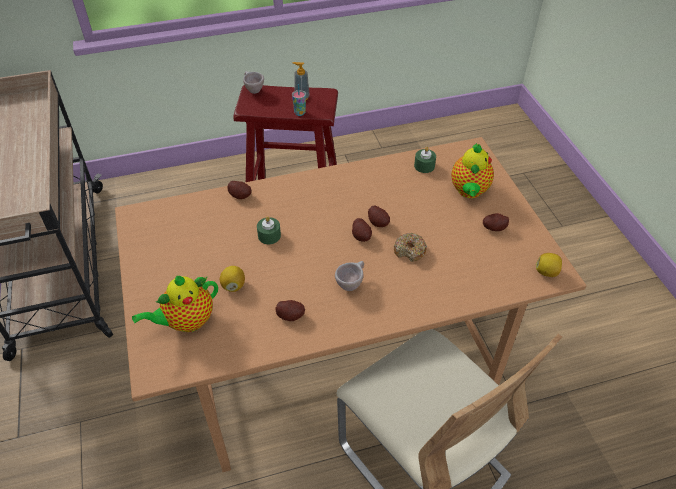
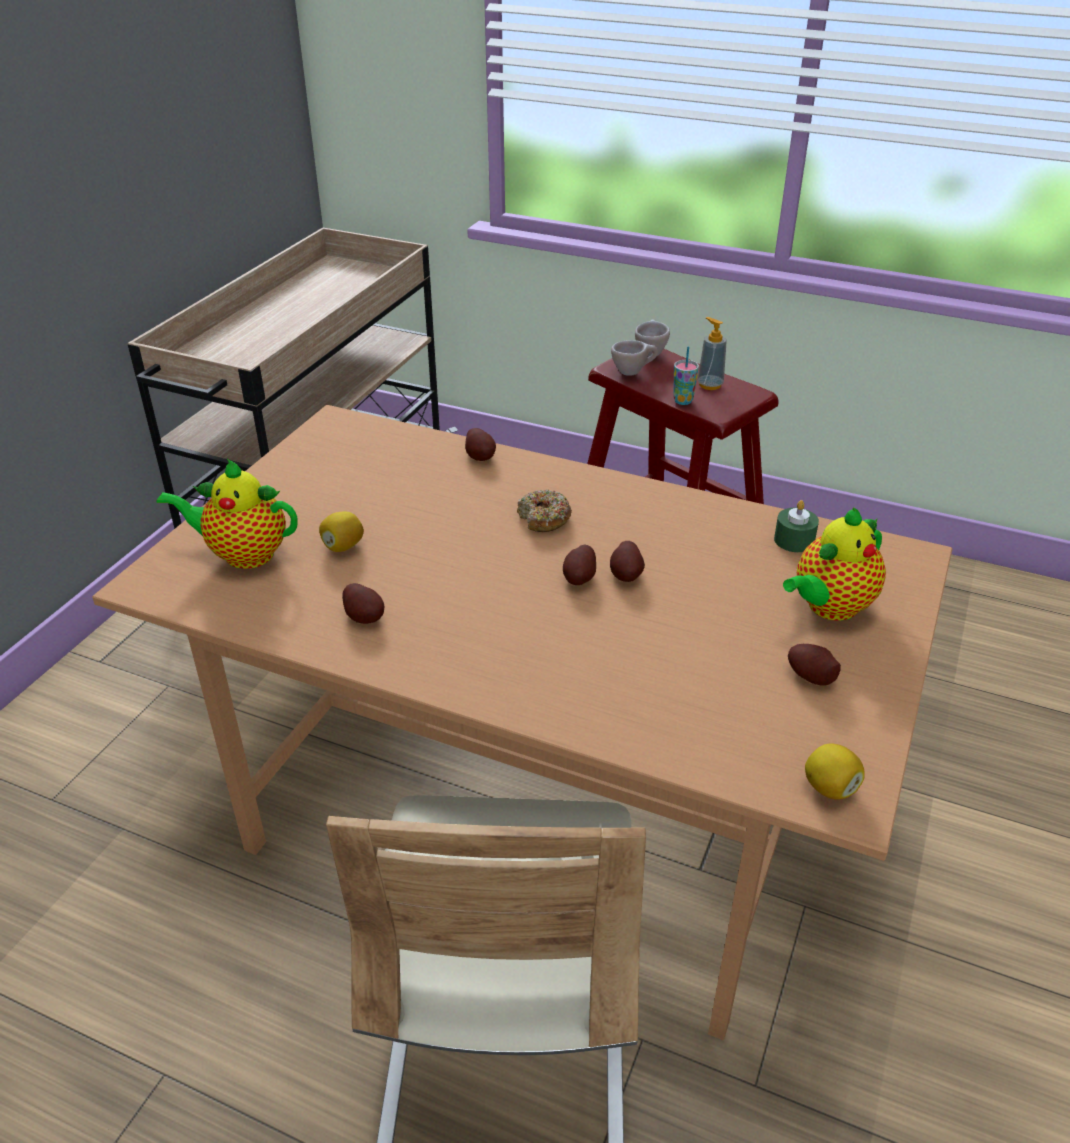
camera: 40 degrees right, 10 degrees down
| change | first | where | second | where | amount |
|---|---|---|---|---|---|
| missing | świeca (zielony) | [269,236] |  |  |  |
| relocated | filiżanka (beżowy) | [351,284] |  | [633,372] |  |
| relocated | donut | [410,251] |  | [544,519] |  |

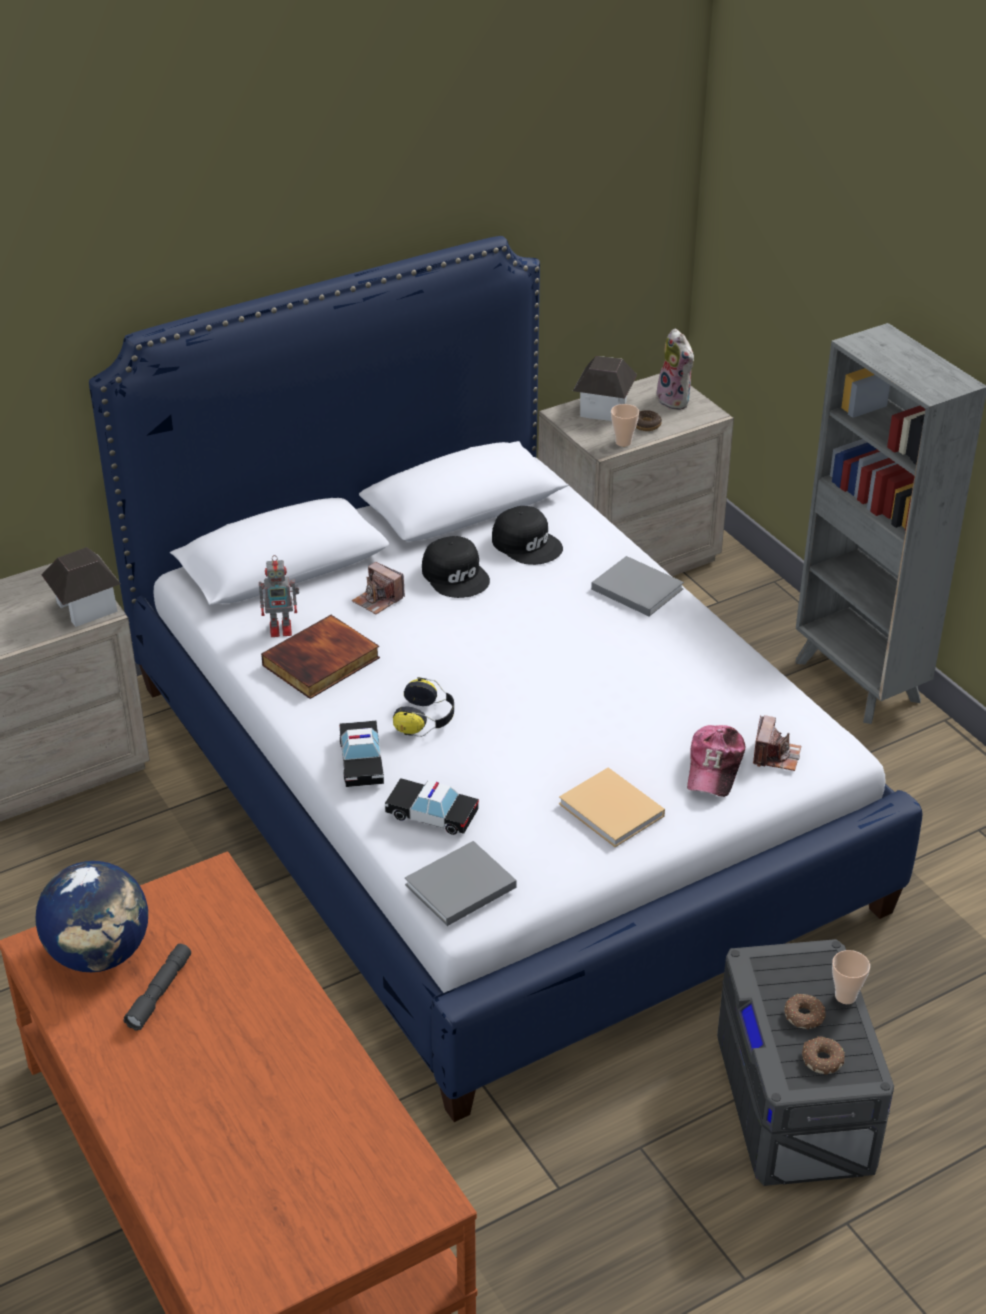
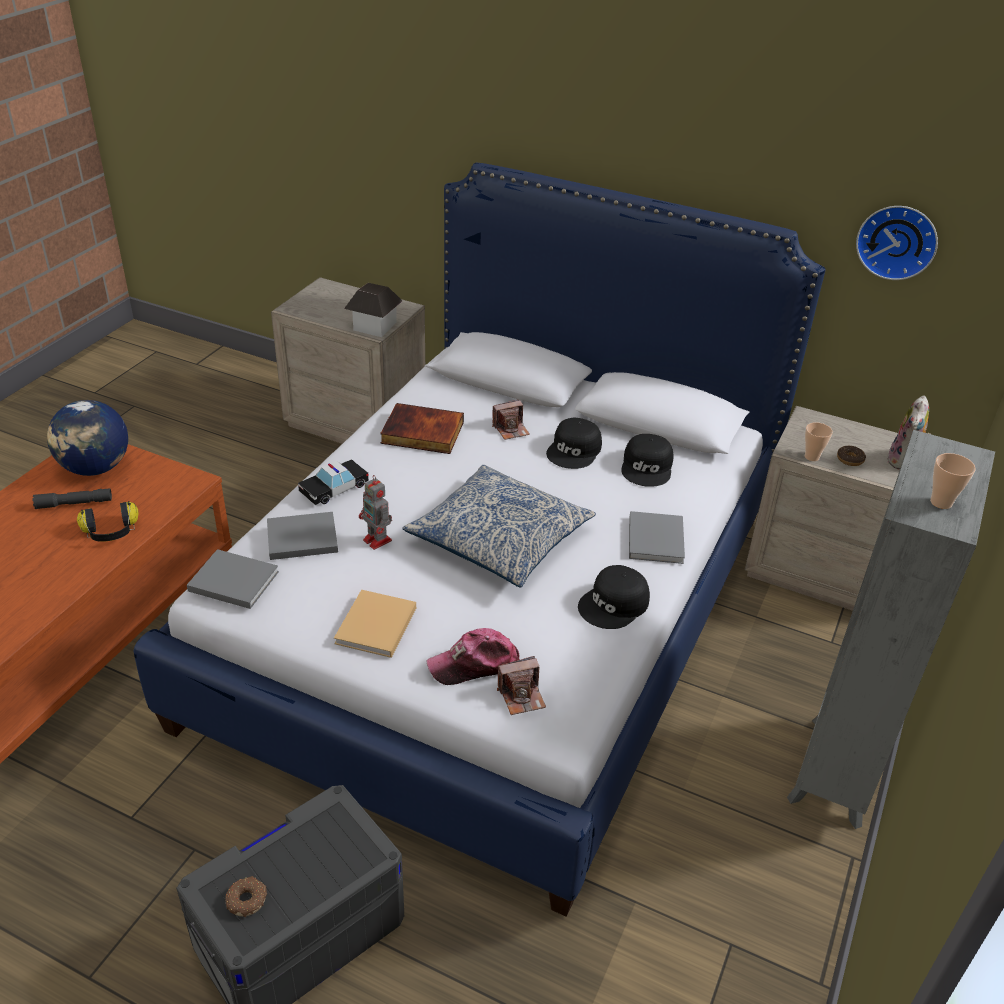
camera: 55 degrees right, 0 degrees up
| change | first | where | second | where | amount |
|---|---|---|---|---|---|
| missing | domek | [603,408] |  |  |  |
| missing | donut | [804,1017] |  |  |  |
| appeared |  |  | poduszka | [499,538] |  |
| appeared |  |  | czapka z daszkiem (czarny) | [614,604] |  |
| appeared |  |  | zegar ścienny | [897,241] |  |
| relocated | robot zabawkowy | [282,628] |  | [378,541] |  |
| relocated | słuchawki | [426,719] |  | [111,532] |  |
| relocated | filiżanka | [845,996] |  | [941,502] |  |
| exchanged | samochodzik | [432,814] | książka (szary) | [300,538] |  |
| spun | aparat fotograficzny | [378,600] |  | [511,429] | 120 degrees counterclockwise |

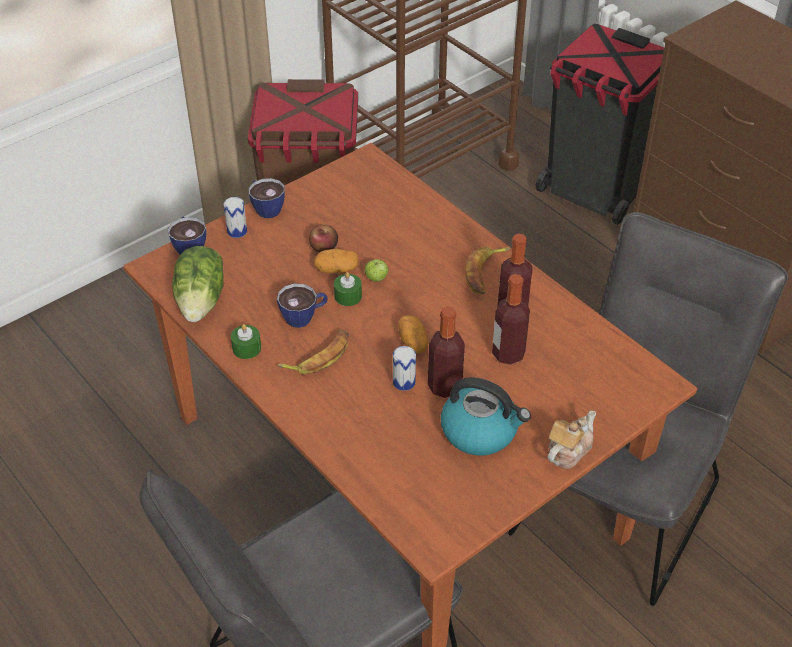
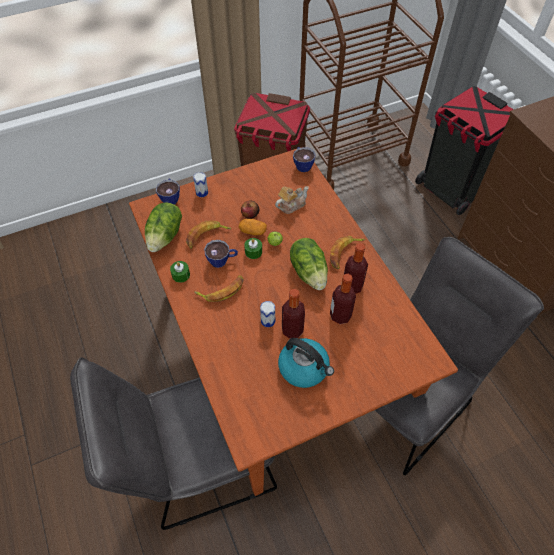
camera: 15 degrees right, 10 degrees up
| change | first | where | second | where | amount |
|---|---|---|---|---|---|
| missing | ziemniak | [413,342] |  |  |  |
| appeared |  |  | banan | [206,236] |  |
| appeared |  |  | sałata | [309,272] |  |
| relocated | filiżanka | [265,207] |  | [302,165] |  |
| relocated | imbryk | [568,450] |  | [291,205] |  |

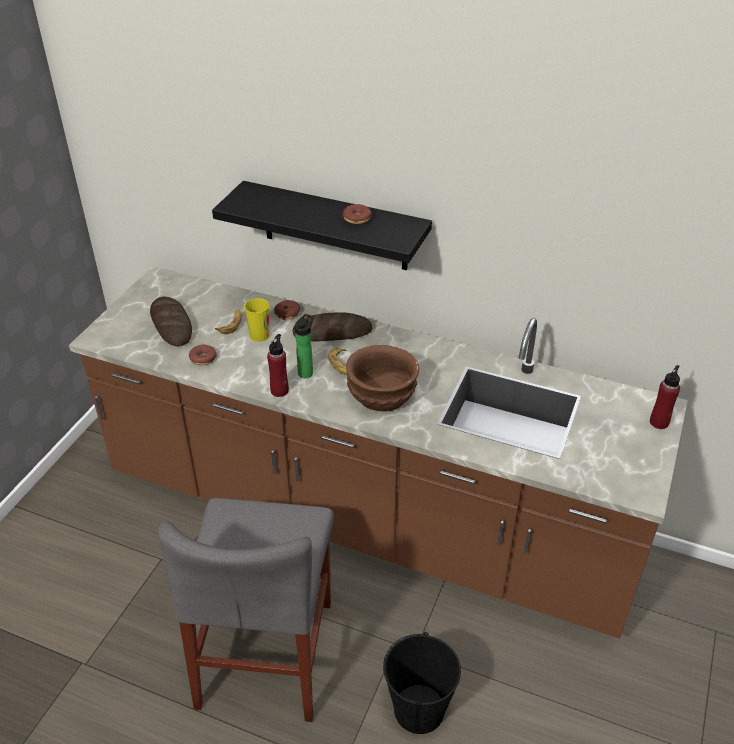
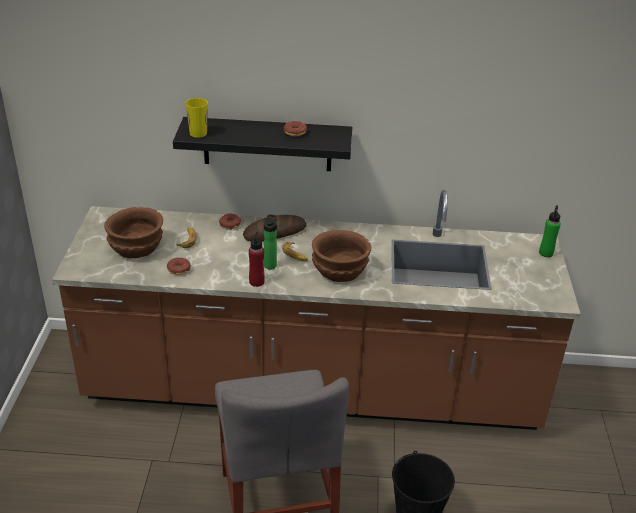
camera: 20 degrees left, 5 degrees down
| change | first | where | second | where | amount |
|---|---|---|---|---|---|
| relocated | filiżanka | [259,335] |  | [198,133] |  |
| exchanged | chleb | [171,325] | miska (brązowy) | [136,248] |  |
| colour | butelka (czerwony) | [659,422] | butelka (zielony) | [546,253] |  |

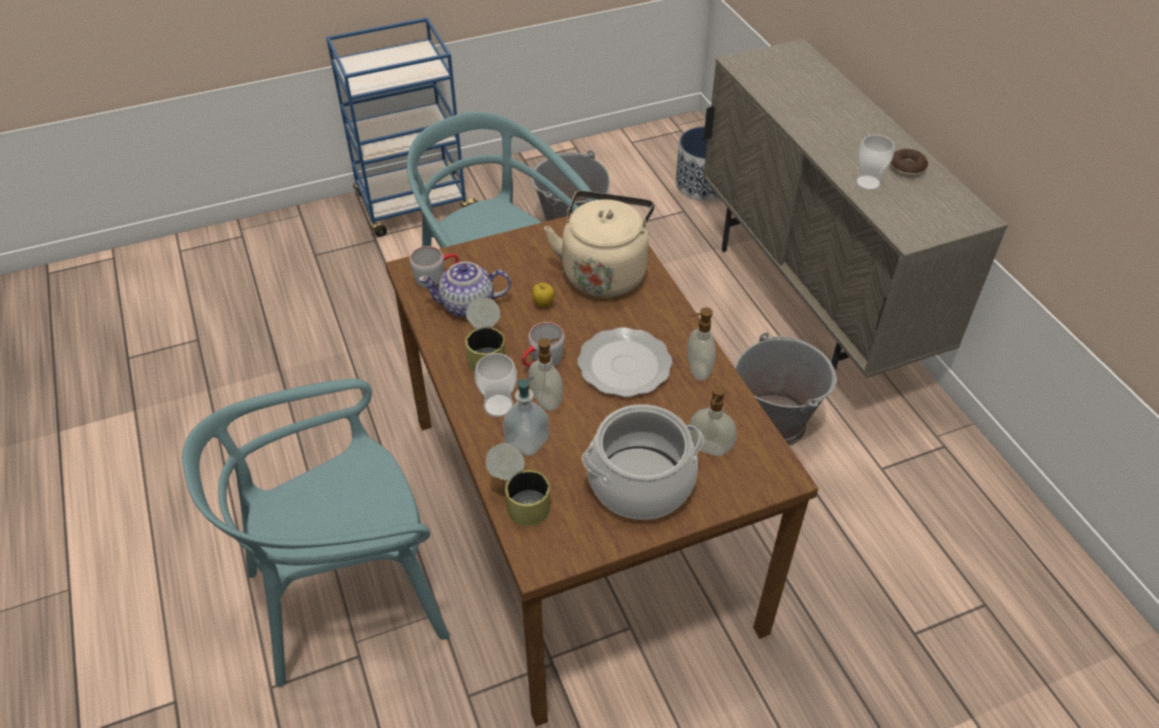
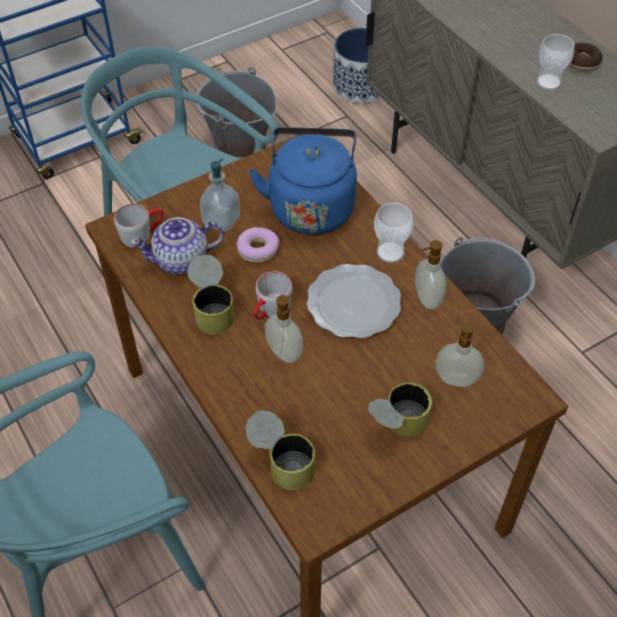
camera: 10 degrees left, 5 degrees up
| change | first | where | second | where | amount |
|---|---|---|---|---|---|
| relocated | filiżanka | [498,406] |  | [390,252] |  |
| relocated | dozownik mydła | [527,441] |  | [221,220] |  |
| exchanged | jabłko | [543,304] | donut | [258,249] |  |
| exchanged | garnek | [640,481] | puszka | [397,425] |  |
| colour | czajnik (beżowy) | [604,271] | czajnik (niebieski) | [311,206] |  |

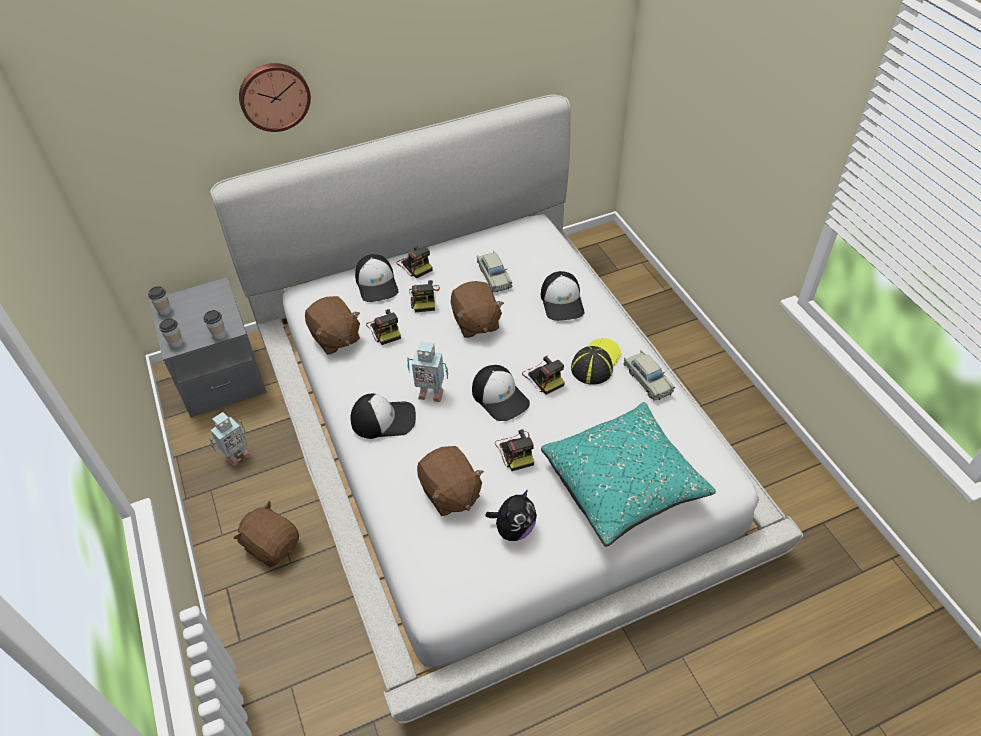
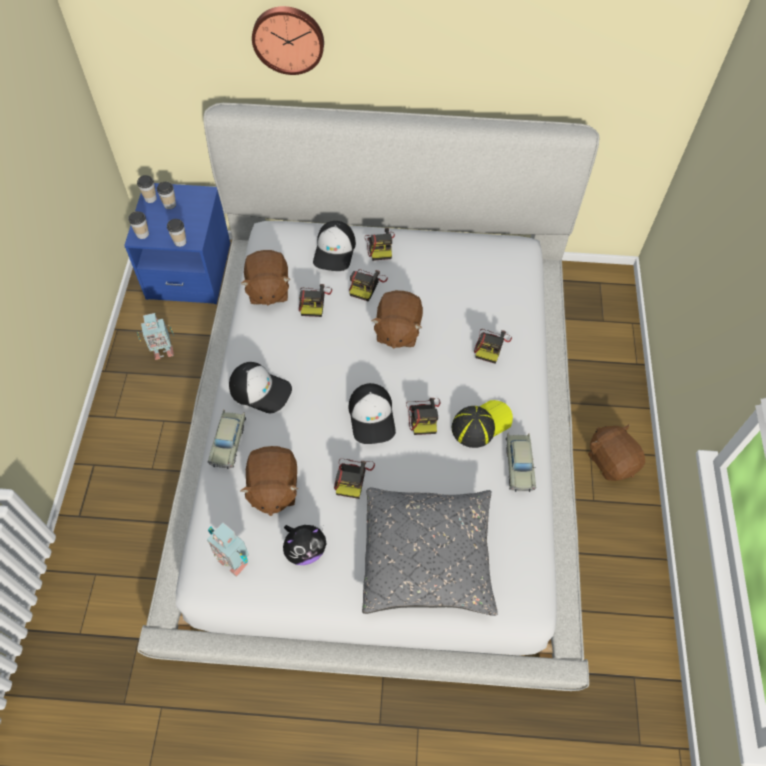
camera: 25 degrees right, 10 degrees up
| change | first | where | second | where | amount |
|---|---|---|---|---|---|
| appeared |  |  | filiżanka | [170,204] |  |
| relocated | pluszak (brązowy) | [272,545] |  | [611,460] |  |
| relocated | robot zabawkowy | [430,393] |  | [234,560] |  |
| relocated | samochodzik (beżowy) | [494,276] |  | [228,442] |  |
| exchanged | czapka z daszkiem | [562,302] | aparat fotograficzny | [491,345] |  |
| colour | szafka nocna (szary) | [221,376] | szafka nocna (niebieski) | [189,271] |  |
| colour | poduszka (turkusowy) | [623,484] | poduszka (szary) | [427,558] |  |

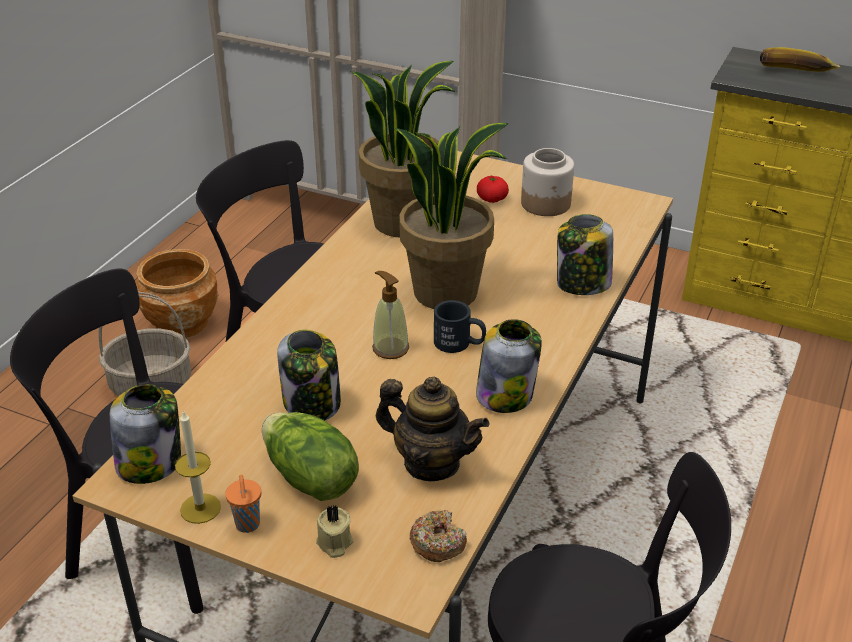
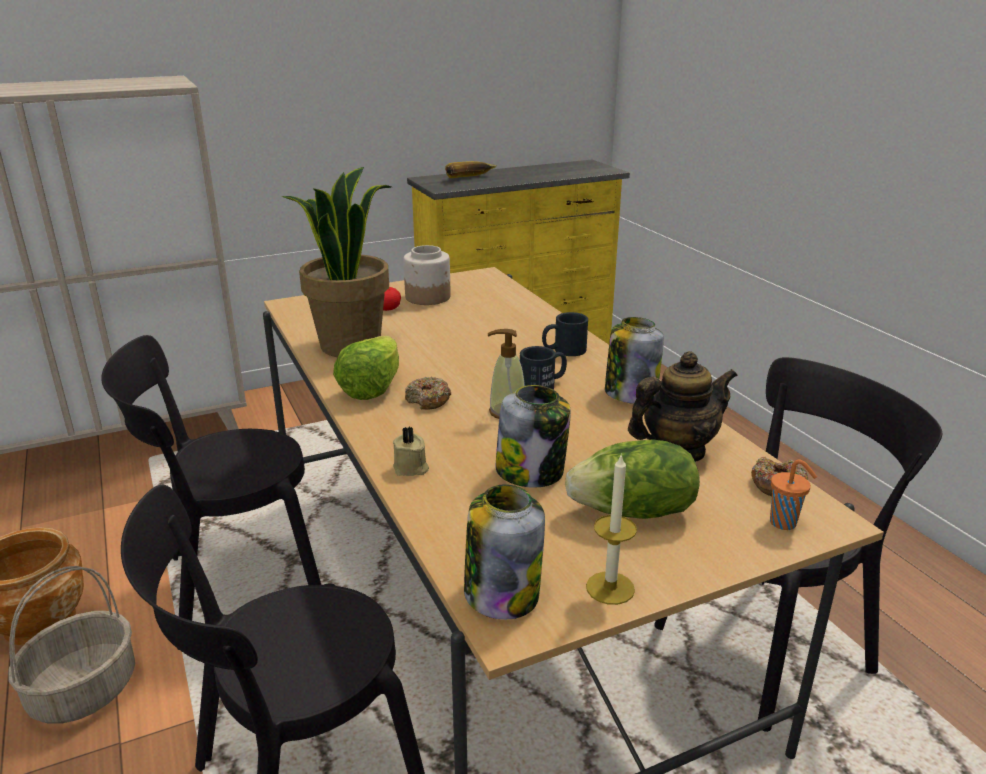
camera: 50 degrees left, 10 degrees down
| change | first | where | second | where | amount |
|---|---|---|---|---|---|
| missing | roślina doniczkowa | [446,291] |  |  |  |
| missing | słoik | [582,284] |  |  |  |
| appeared |  |  | sałata | [372,388] |  |
| appeared |  |  | donut | [428,400] |  |
| appeared |  |  | kubek (czarny) | [563,351] |  |
| relocated | filiżanka (pomarańczowy) | [248,525] |  | [784,523] |  |
| relocated | świeca (beżowy) | [334,543] |  | [411,468] |  |

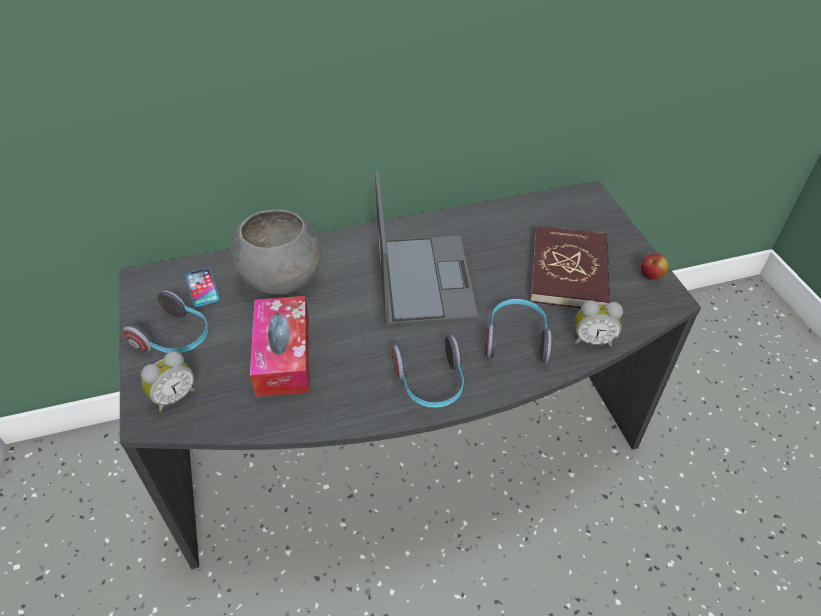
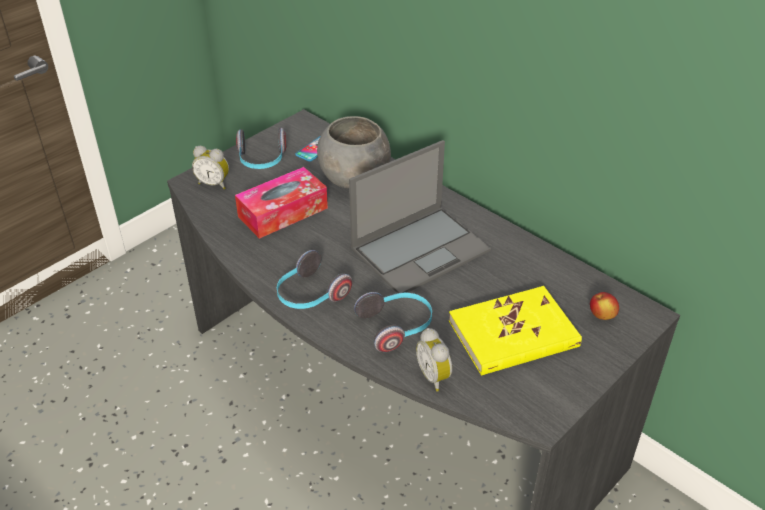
camera: 60 degrees right, 5 degrees down
| change | first | where | second | where | amount |
|---|---|---|---|---|---|
| relocated | jabłko | [651,276] |  | [602,316] |  |
| colour | książka (czerwony) | [569,271] | książka (żółty) | [513,334] |  |

